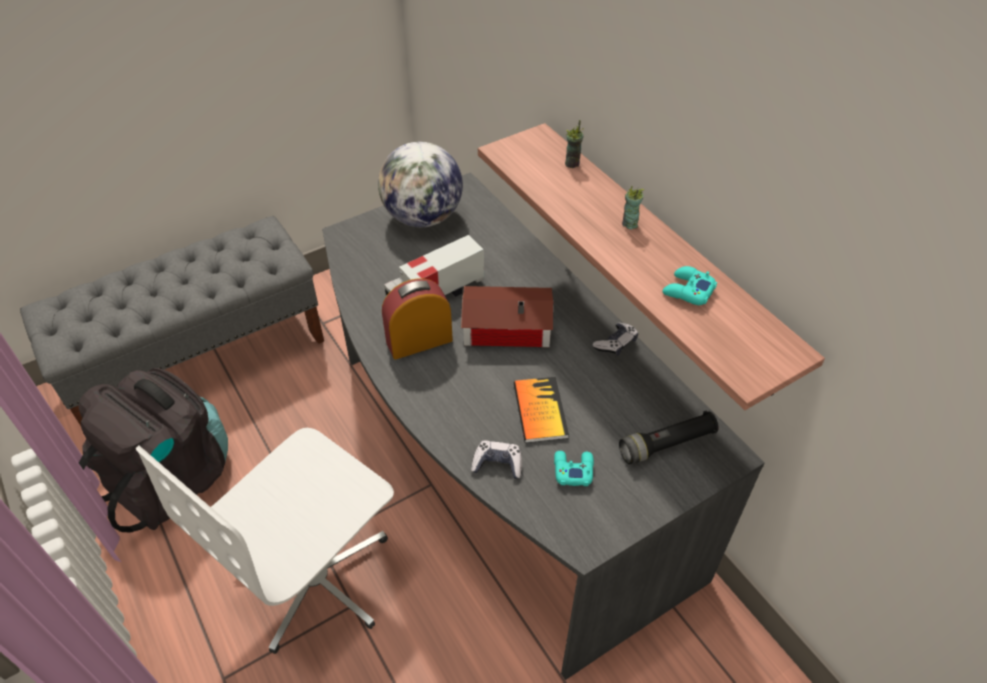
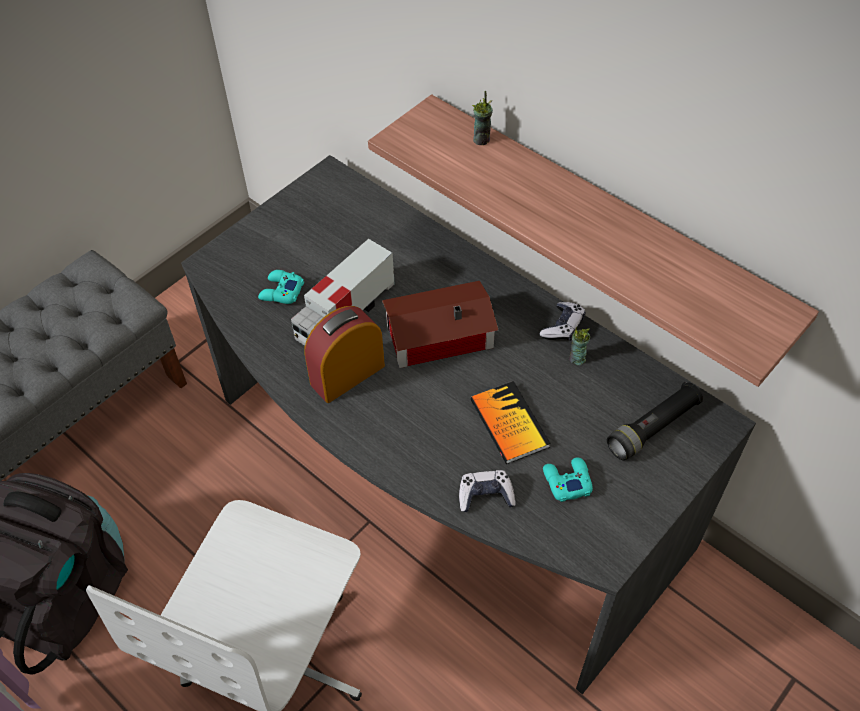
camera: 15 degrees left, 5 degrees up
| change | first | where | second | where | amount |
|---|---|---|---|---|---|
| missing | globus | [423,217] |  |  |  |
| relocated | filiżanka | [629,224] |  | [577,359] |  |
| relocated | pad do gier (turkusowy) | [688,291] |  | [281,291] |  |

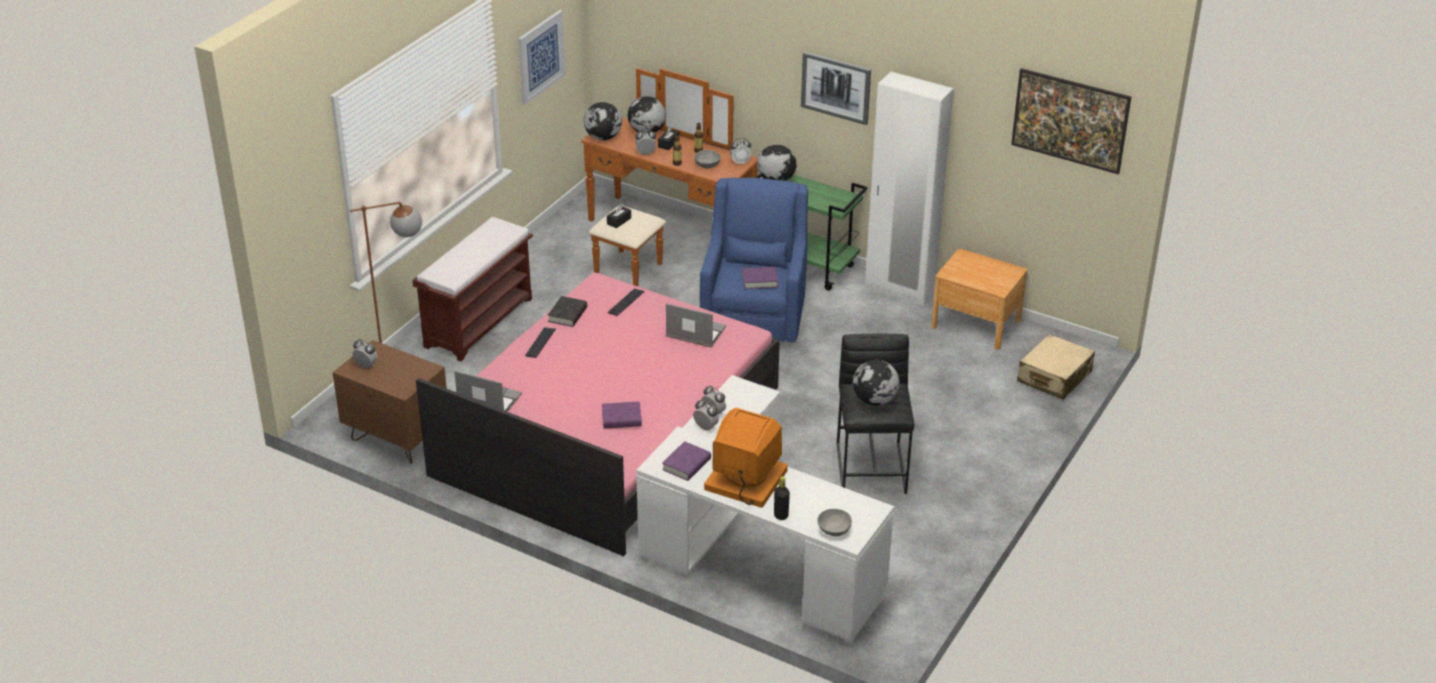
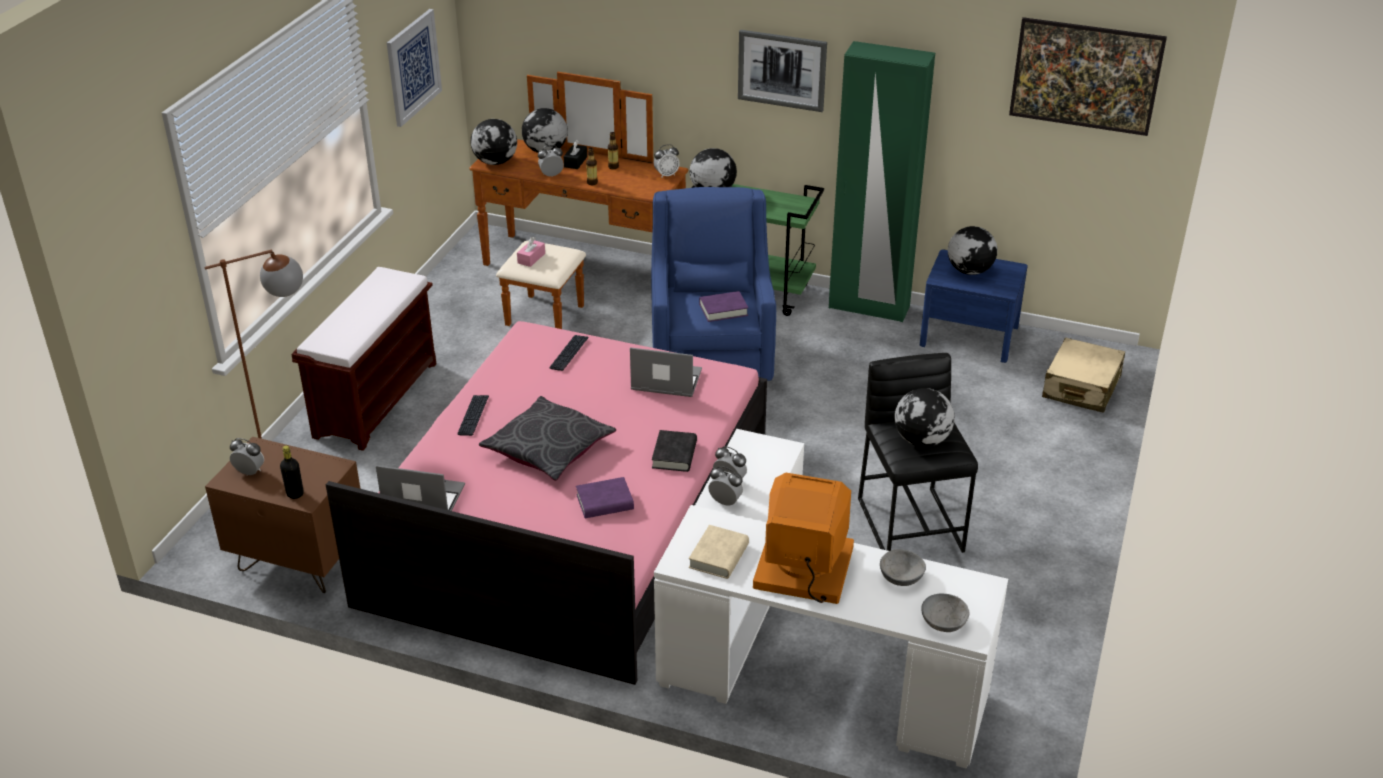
camera: 10 degrees left, 0 degrees up
| change | first | where | second | where | amount |
|---|---|---|---|---|---|
| appeared |  |  | poduszka (szary) | [548,449] |  |
| appeared |  |  | globus | [969,270] |  |
| relocated | książka (czarny) | [567,314] |  | [674,455] |  |
| relocated | miska (szary) | [707,165] |  | [900,577] |  |
| relocated | butelka (czarny) | [781,515] |  | [295,494] |  |
| colour | pudełko chusteczek (czarny) | [619,221] | pudełko chusteczek (różowy) | [531,258] |  |
| colour | książka (fioletowy) | [686,465] | książka (beżowy) | [719,556] |  |
| colour | szafa (biały) | [899,291] | szafa (zielony) | [868,307] |  |
| colour | szafka nocna (brązowy) | [976,324] | szafka nocna (niebieski) | [969,336] |  |

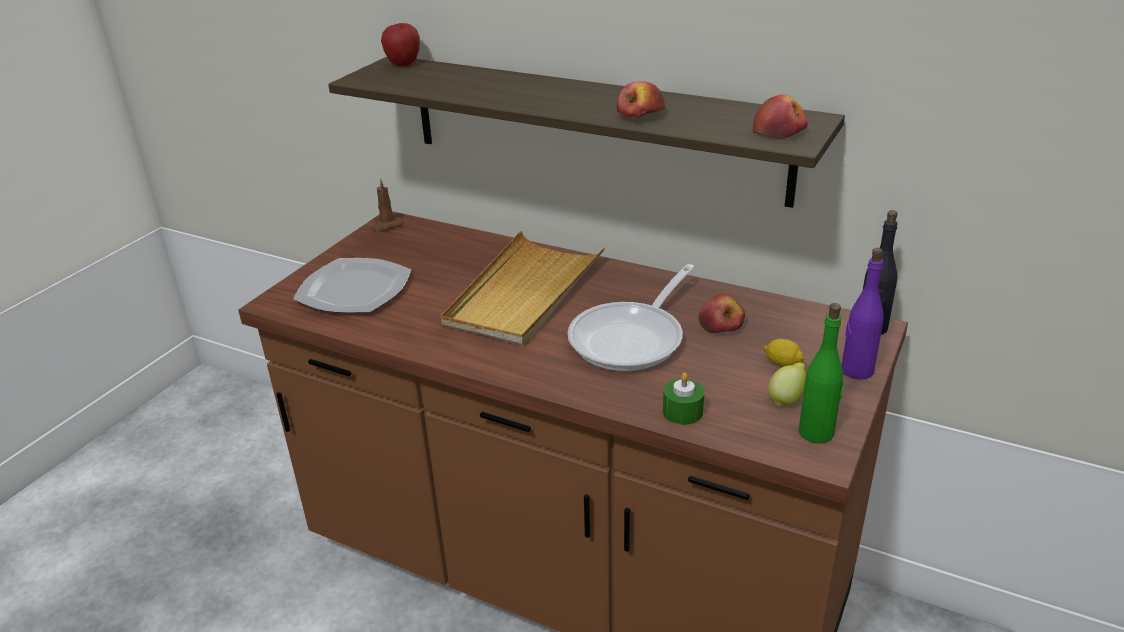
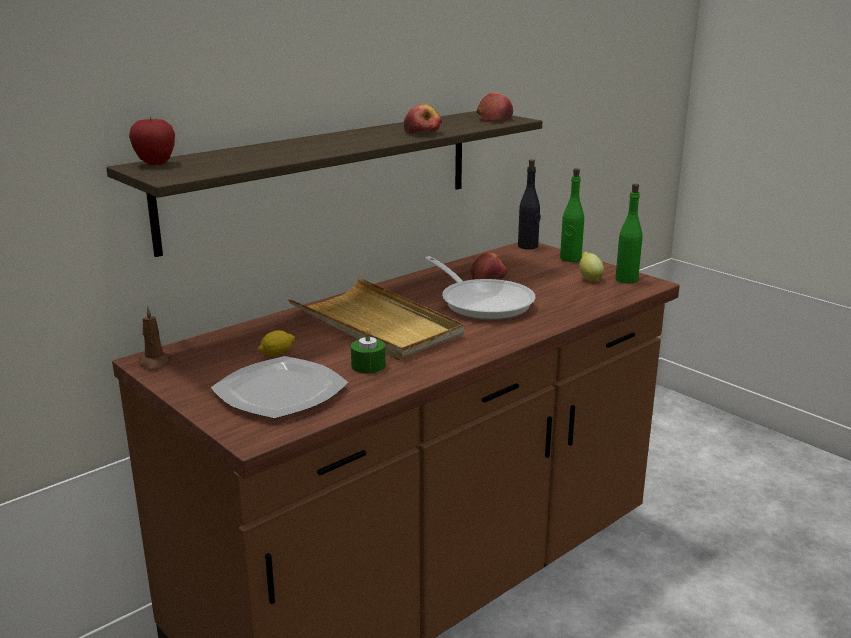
camera: 70 degrees left, 10 degrees down
| change | first | where | second | where | amount |
|---|---|---|---|---|---|
| relocated | świeca (zielony) | [682,411] |  | [368,366] |  |
| relocated | cytryna | [782,363] |  | [277,353] |  |
| colour | butelka (fioletowy) | [856,370] | butelka (zielony) | [570,259] |  |

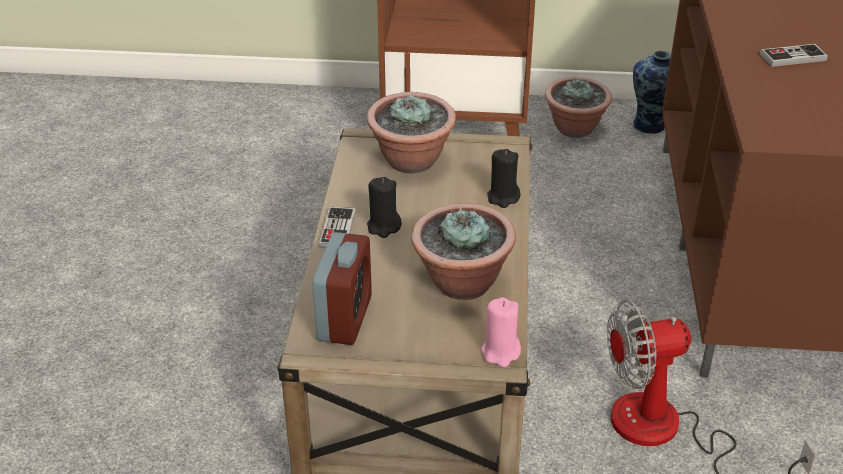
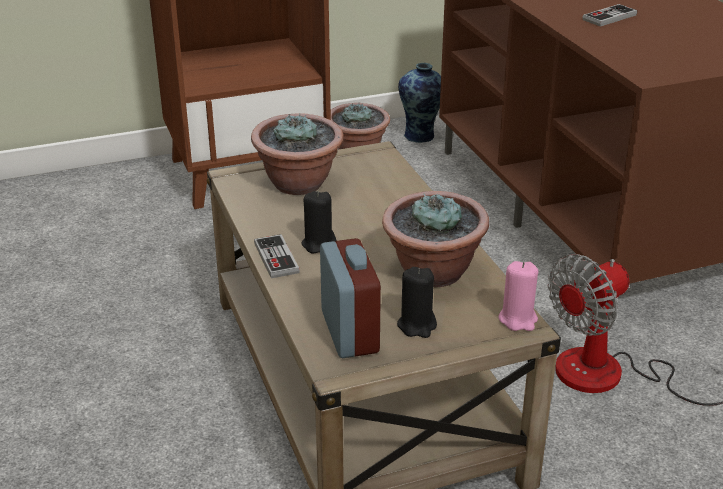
camera: 25 degrees left, 5 degrees down
| change | first | where | second | where | amount |
|---|---|---|---|---|---|
| relocated | świeca (czarny) | [503,197] |  | [417,325] |  |

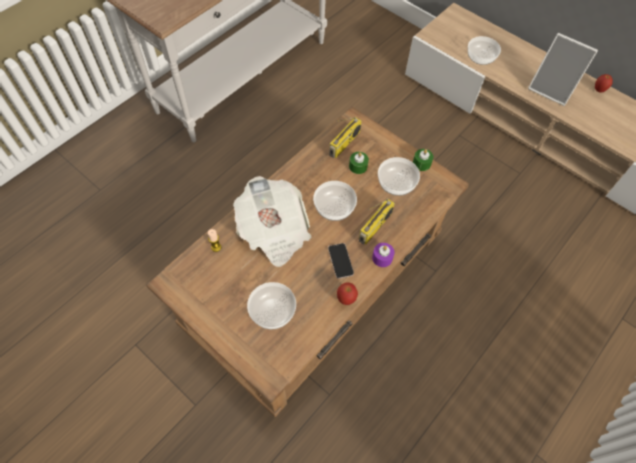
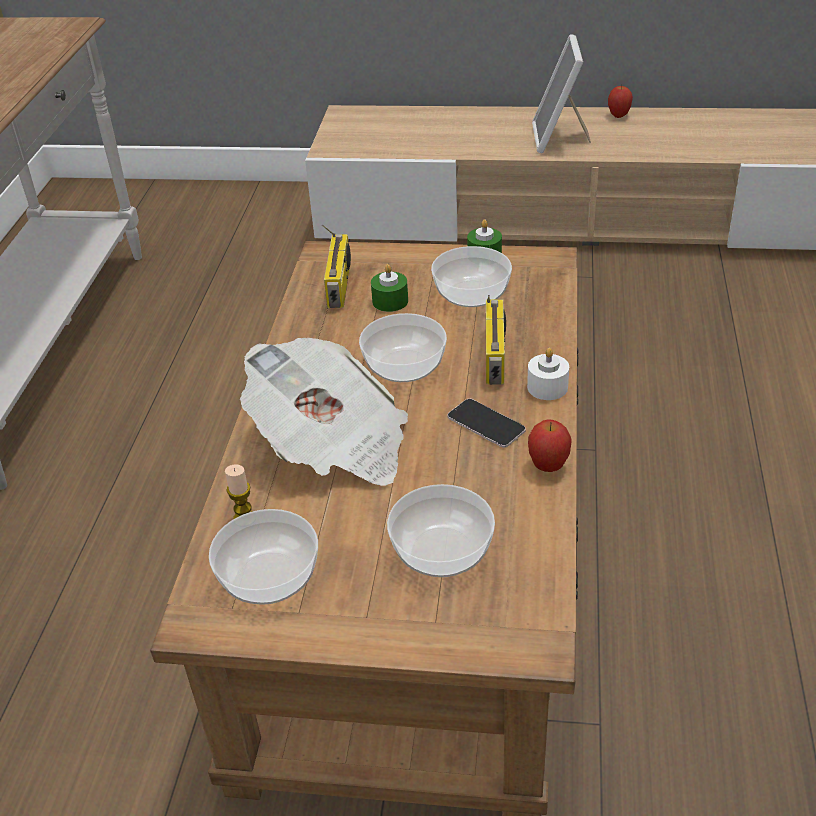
camera: 30 degrees left, 20 degrees down
| change | first | where | second | where | amount |
|---|---|---|---|---|---|
| relocated | miska | [481,57] |  | [270,575] |  |
| colour | świeca (fioletowy) | [382,258] | świeca (biały) | [547,387] |  |
| spun | ramka na zdjęcie | [551,89] |  | [559,138] | 90 degrees clockwise |

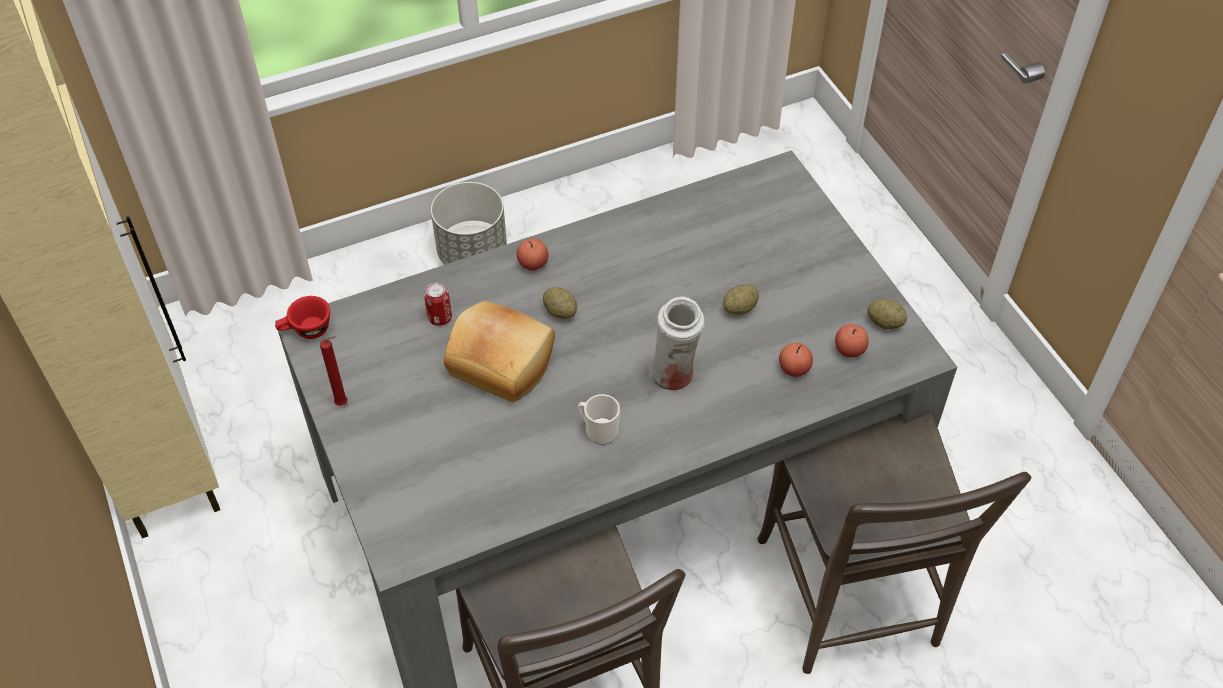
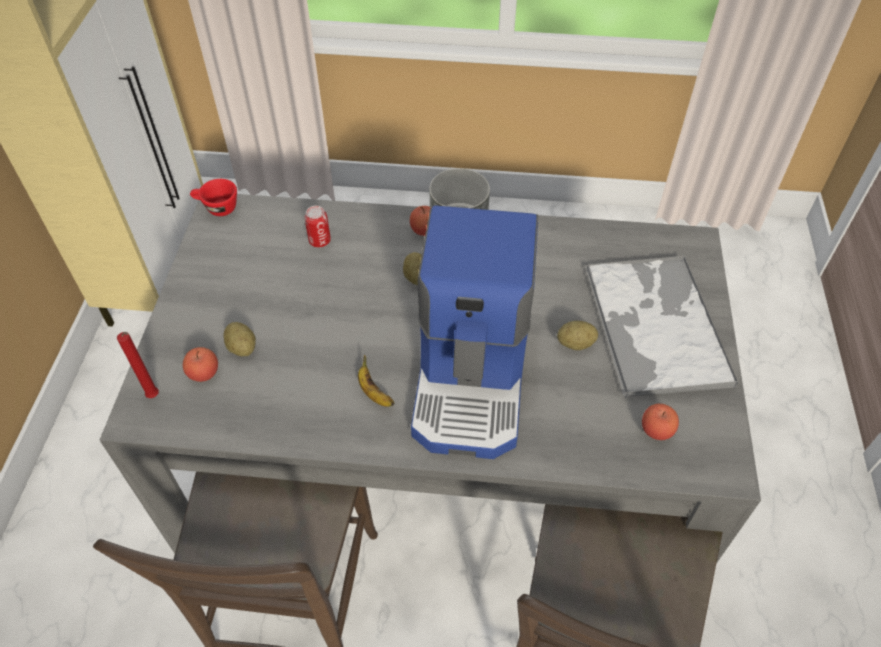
camera: 30 degrees right, 0 degrees up
| change | first | where | second | where | amount |
|---|---|---|---|---|---|
| missing | chleb | [502,361] |  |  |  |
| appeared |  |  | taca | [655,323] |  |
| relocated | świeca (czerwony) | [344,403] |  | [155,397] |  |
| relocated | jabłko | [794,369] |  | [204,373] |  |
| relocated | ziemniak | [884,323] |  | [242,347] |  |
| exchanged | kubek | [598,430] | banan | [373,392] |  |
| exchanged | wazon (biały) | [674,377] | ekspres do kawy | [473,378] |  |

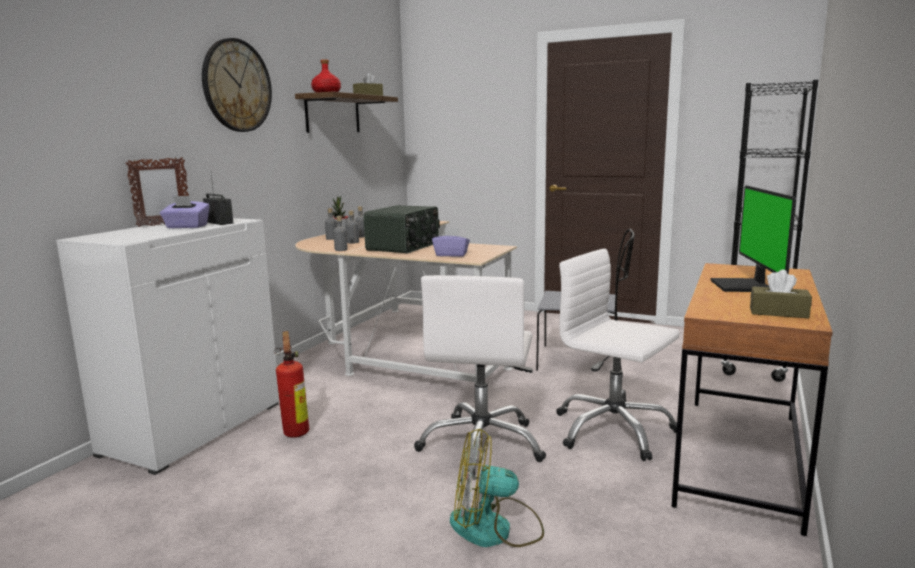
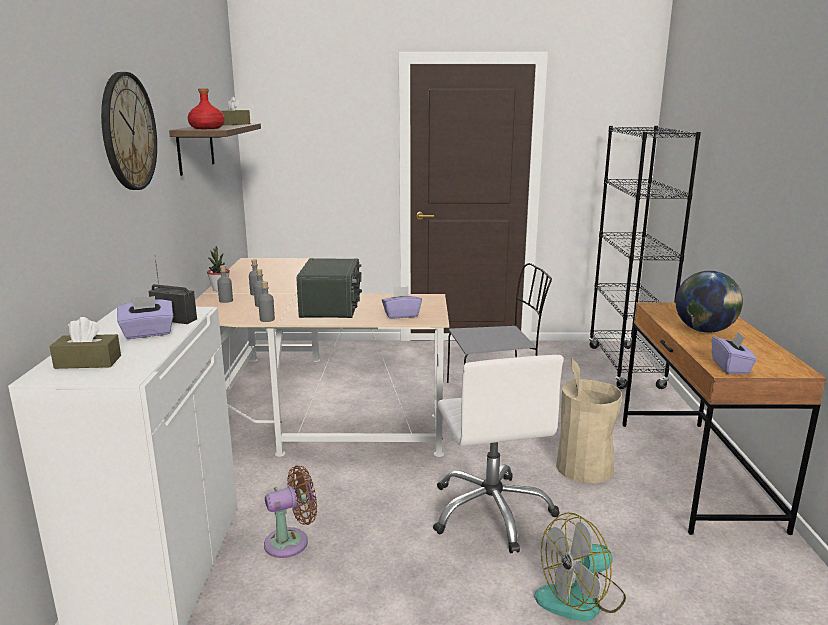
camera: 25 degrees left, 5 degrees up
| change | first | where | second | where | amount |
|---|---|---|---|---|---|
| missing | ramka na zdjęcie | [164,225] |  |  |  |
| appeared |  |  | pudełko chusteczek (fioletowy) | [731,367] |  |
| relocated | pudełko chusteczek (brązowy) | [778,312] |  | [88,362] |  |
| exchanged | gaśnica | [296,431] | wentylator (brązowy) | [291,542] |  |
| exchanged | krzesło biurowe (biały) | [613,430] | kosz na śmieci (beżowy) | [584,467] |  |
| exchanged | monitor | [744,286] | globus | [704,331] |  |

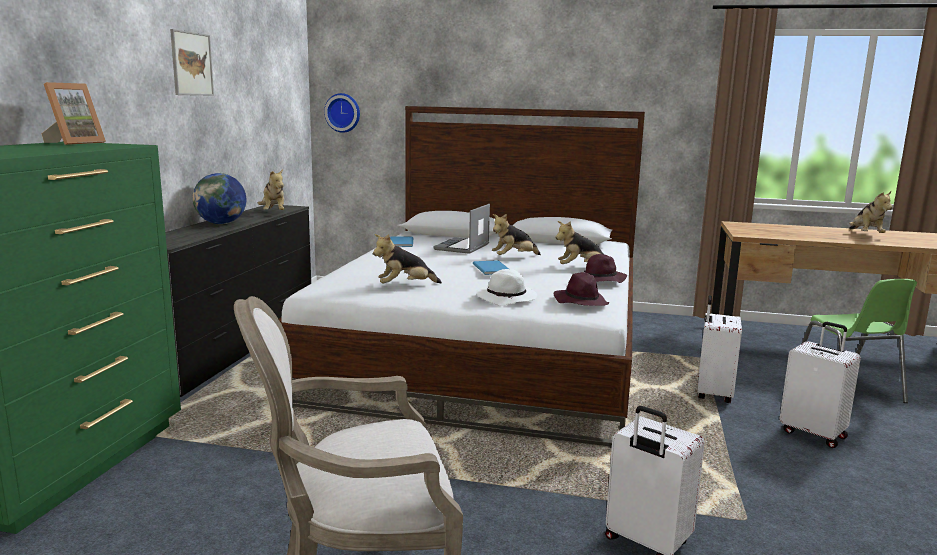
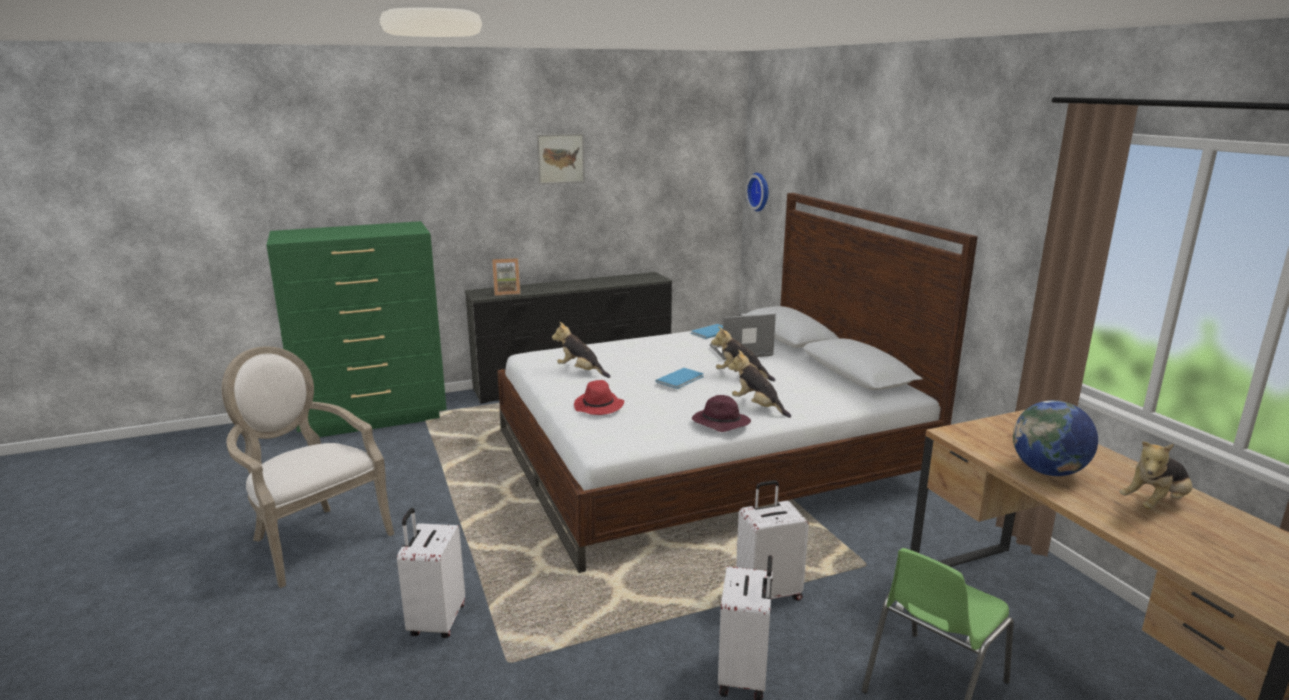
camera: 55 degrees right, 5 degrees up
| change | first | where | second | where | amount |
|---|---|---|---|---|---|
| missing | pluszak | [273,213] |  |  |  |
| missing | kapelusz (fioletowy) | [580,302] |  |  |  |
| relocated | ramka na zdjęcie | [74,143] |  | [507,292] |  |
| relocated | globus | [221,223] |  | [1048,471] |  |
| colour | kapelusz (biały) | [507,298] | kapelusz (czerwony) | [599,407] |  |

